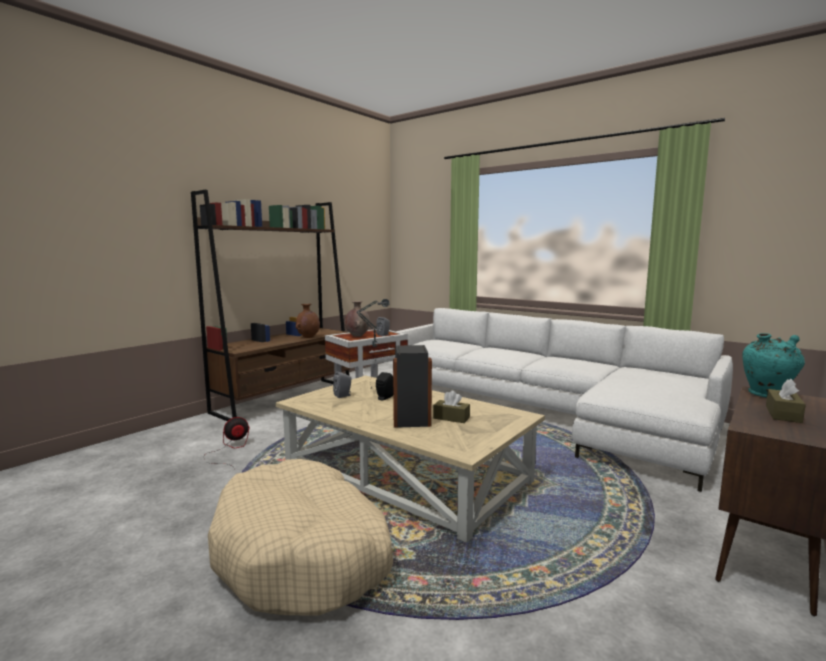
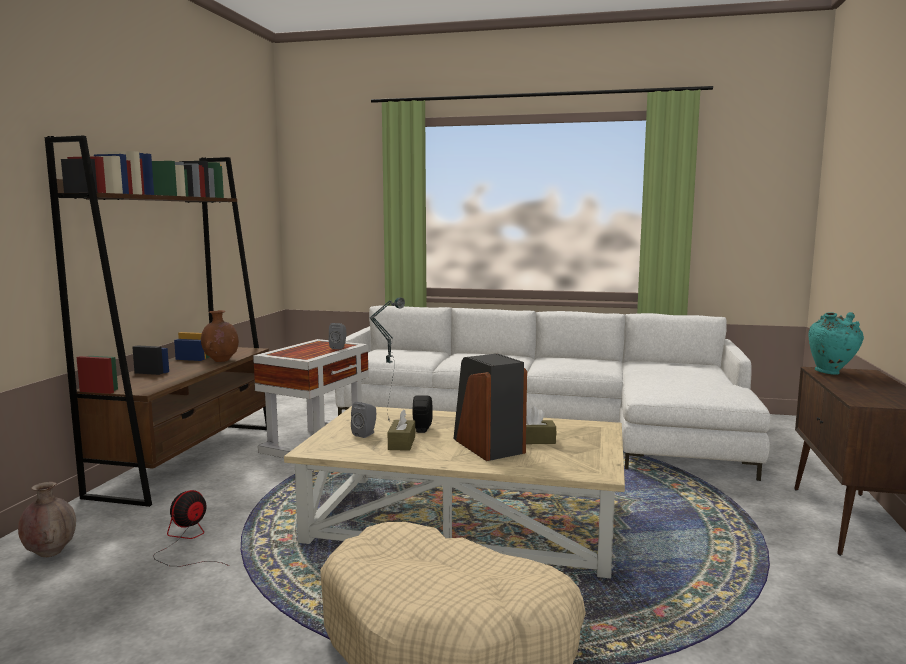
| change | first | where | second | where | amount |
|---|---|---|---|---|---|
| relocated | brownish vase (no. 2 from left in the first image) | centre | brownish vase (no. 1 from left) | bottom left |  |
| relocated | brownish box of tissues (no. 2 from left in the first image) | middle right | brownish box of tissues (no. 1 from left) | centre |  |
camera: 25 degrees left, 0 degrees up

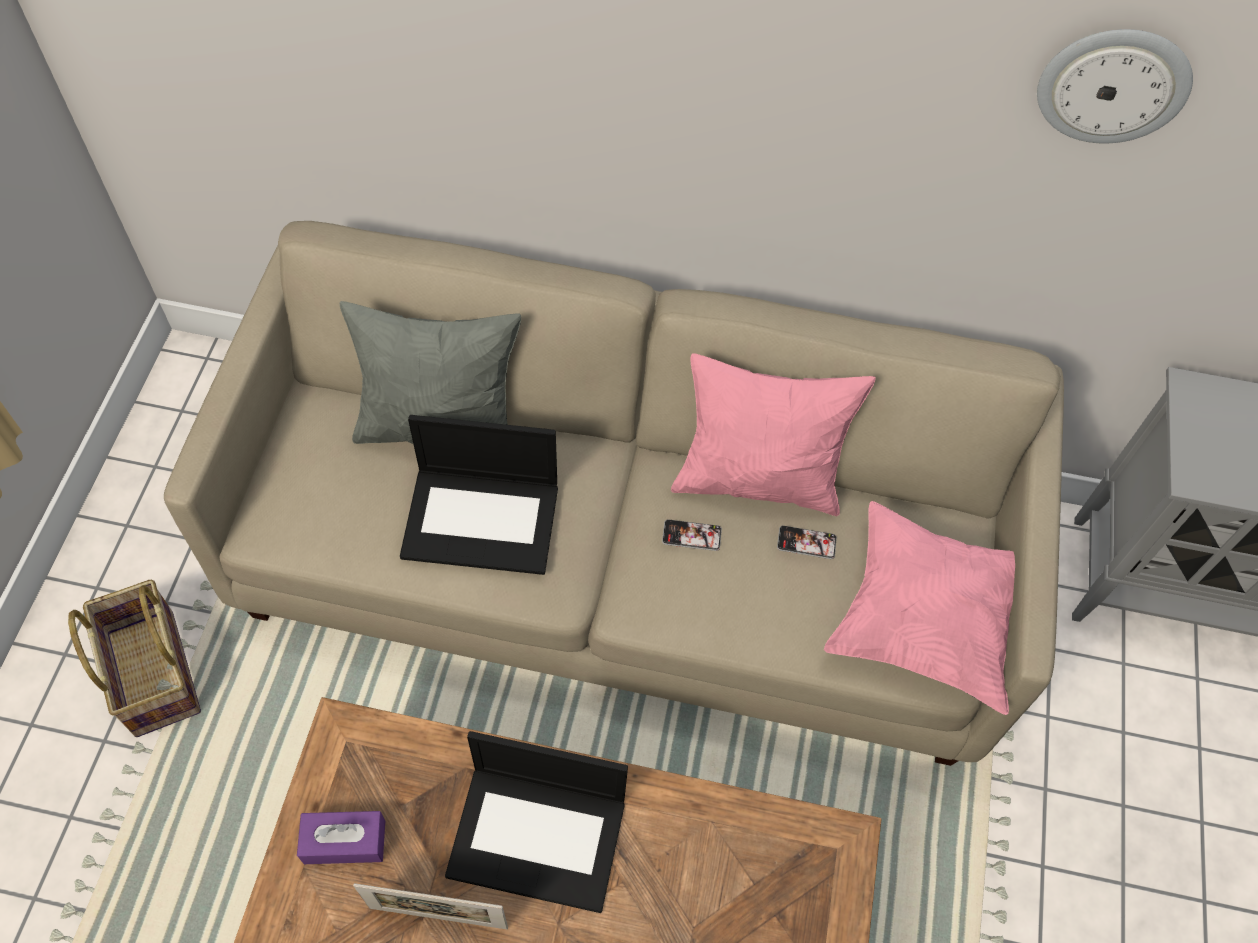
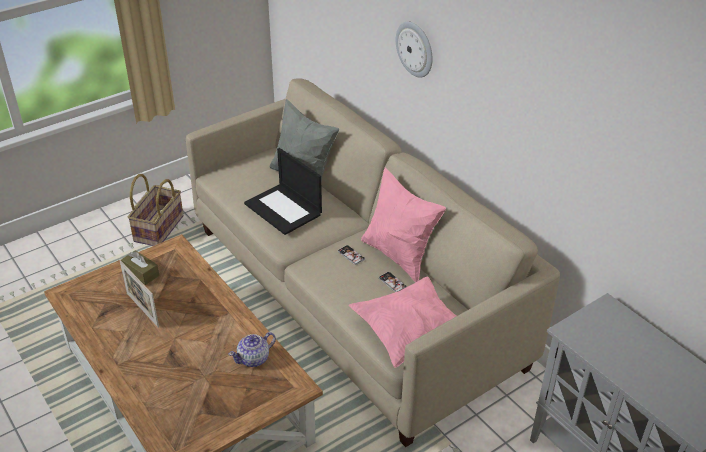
| change | first | where | second | where | amount |
|---|---|---|---|---|---|
| missing | portable computer (no. 2 from left) | bottom centre |  |  |  |
| appeared |  |  | tea pot | bottom centre |  |
| relocated | wall clock | top right |  | top centre |  |
| colour | purplish box of tissues | bottom left | brownish box of tissues | middle left |  |
camera: 45 degrees right, 20 degrees down

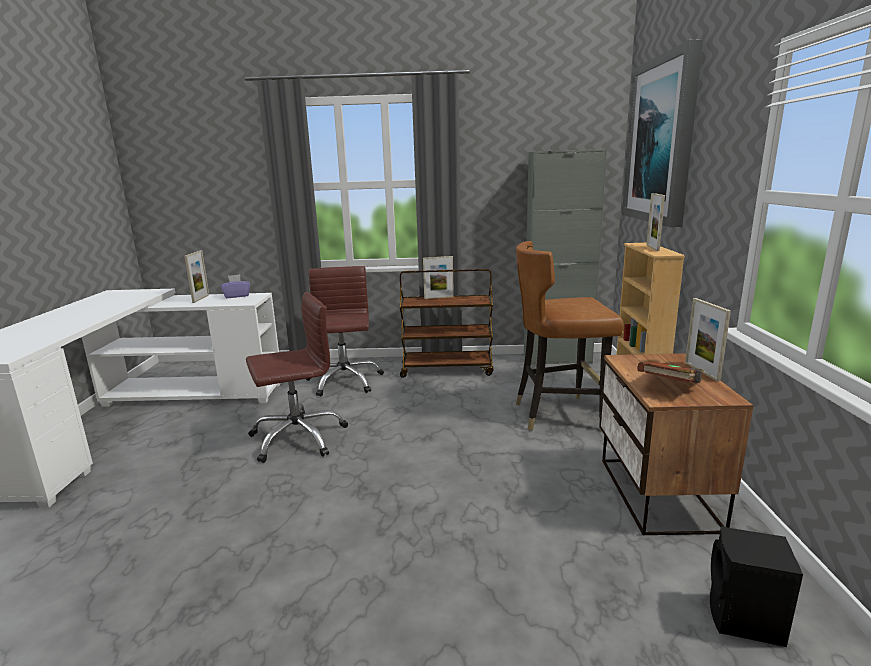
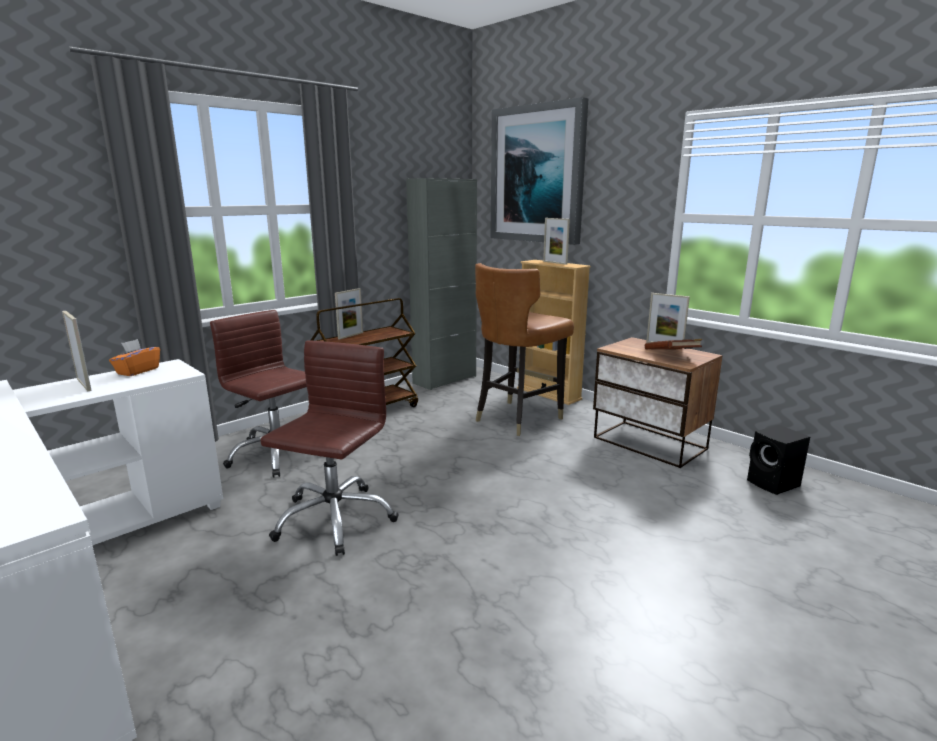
| change | first | where | second | where | amount |
|---|---|---|---|---|---|
| colour | purplish box of tissues | middle left | orange box of tissues | middle left |  |
camera: 45 degrees left, 0 degrees up

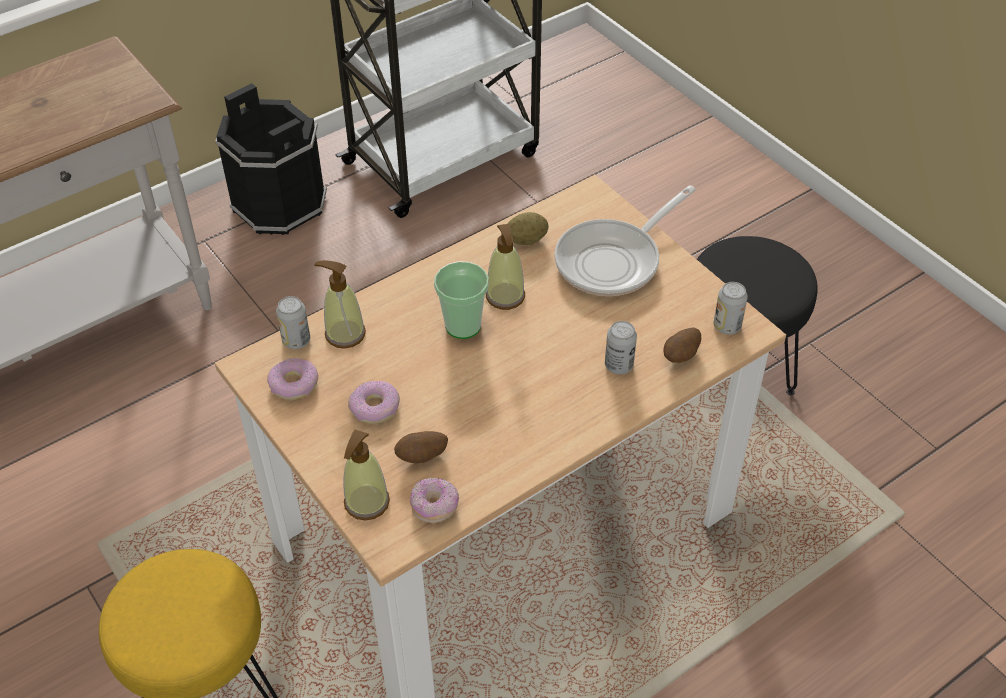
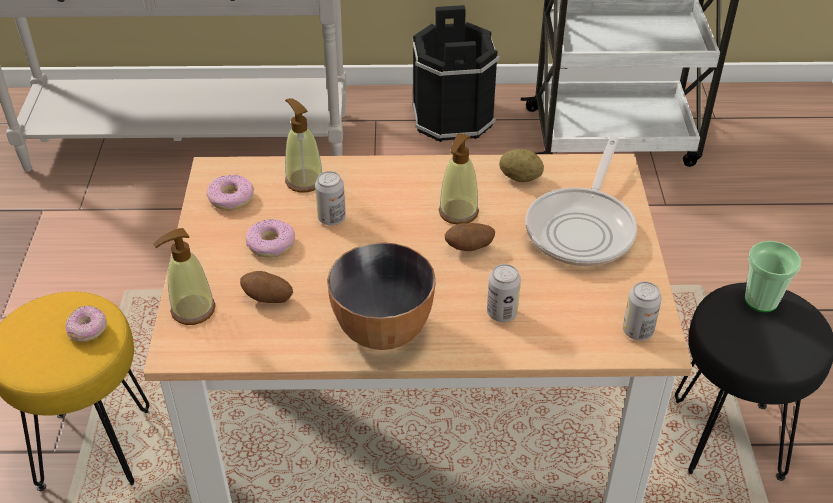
| change | first | where | second | where | amount |
|---|---|---|---|---|---|
| appeared |  |  | bowl | centre |  |
| relocated | metal can (no. 1 from left) | middle left |  | centre |  |
| relocated | ring doughnut (no. 3 from left in the first image) | bottom centre | ring doughnut (no. 1 from left) | middle left |  |
| relocated | small cup | centre |  | middle right |  |
| relocated | spud (no. 3 from left in the first image) | middle right | spud (no. 2 from left) | centre |  |
| spun | skillet | centre |  | middle right | 60 degrees counterclockwise |
camera: 35 degrees right, 5 degrees down

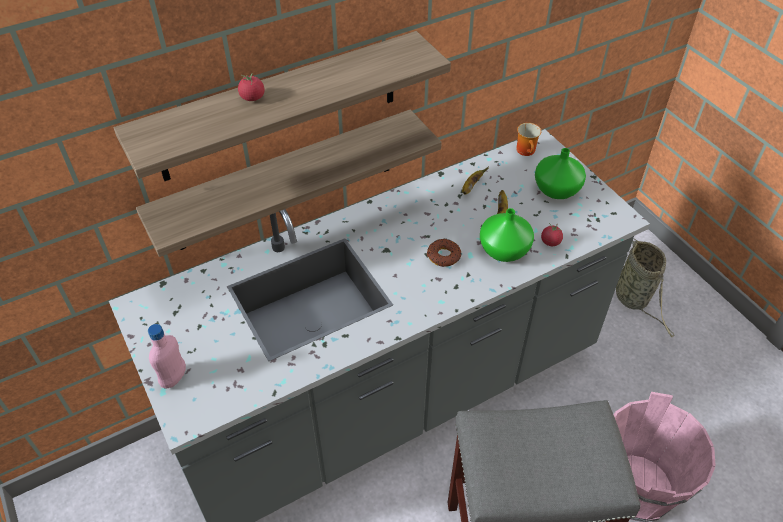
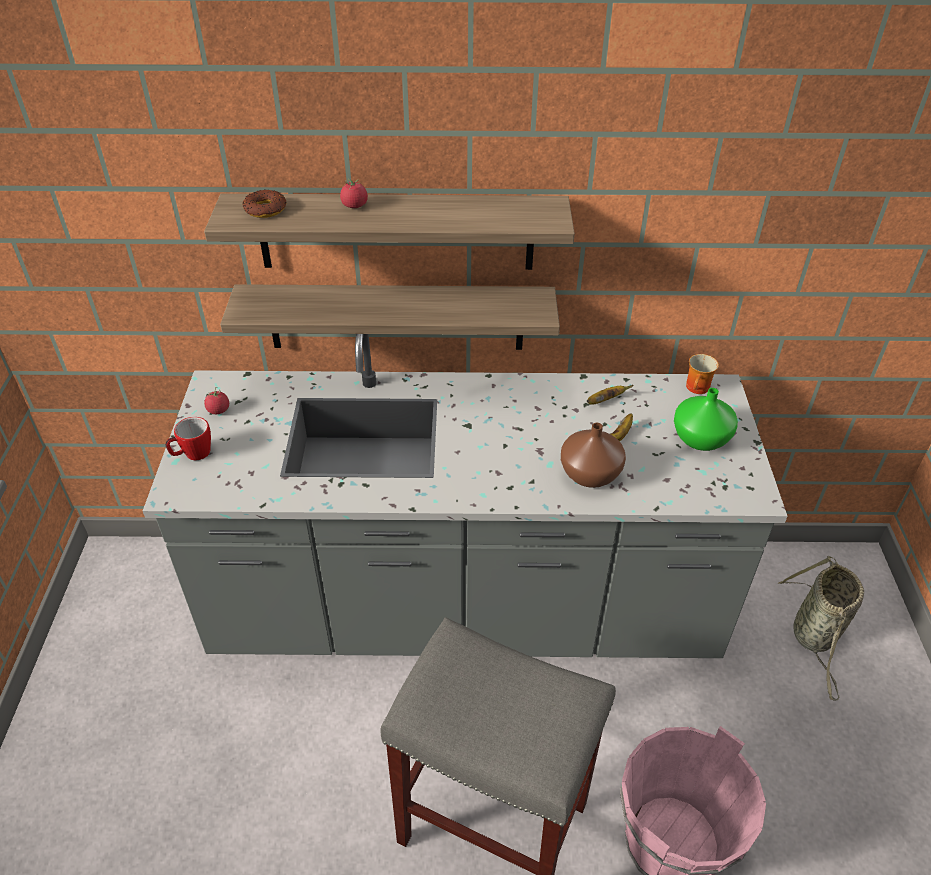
| change | first | where | second | where | amount |
|---|---|---|---|---|---|
| relocated | ring doughnut | centre |  | top left |  |
| relocated | whole tomato (no. 2 from left in the first image) | middle right | whole tomato (no. 1 from left) | middle left |  |
| exchanged | pinkish bottle | bottom left | mug (no. 1 from left) | middle left |  |
| colour | green vase (no. 1 from left) | centre | brownish vase | centre |  |
camera: 30 degrees right, 5 degrees down

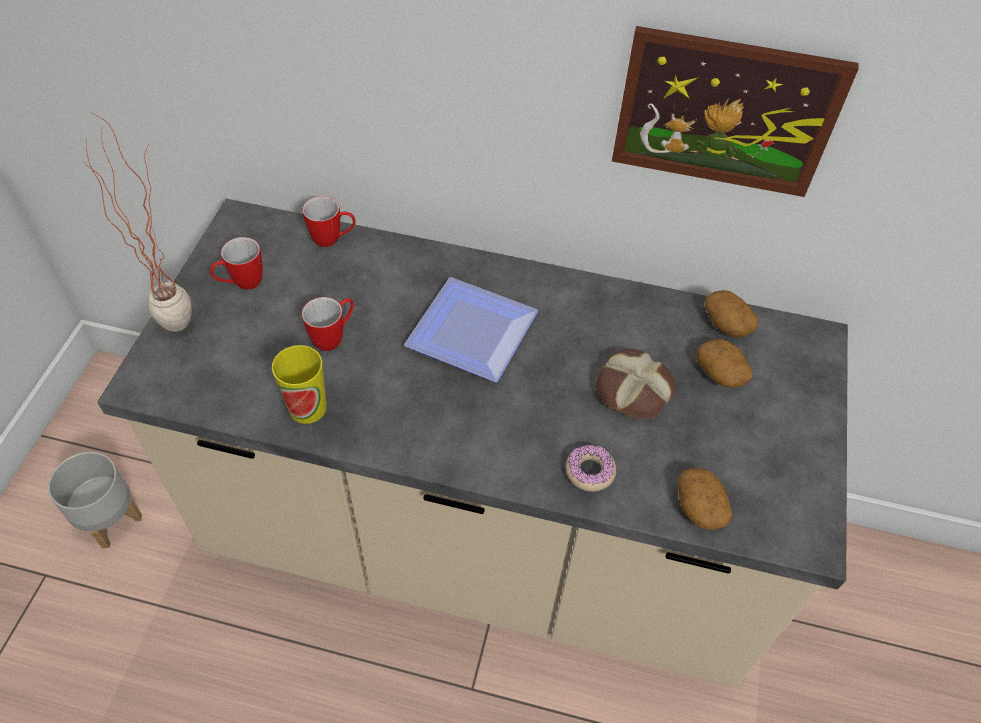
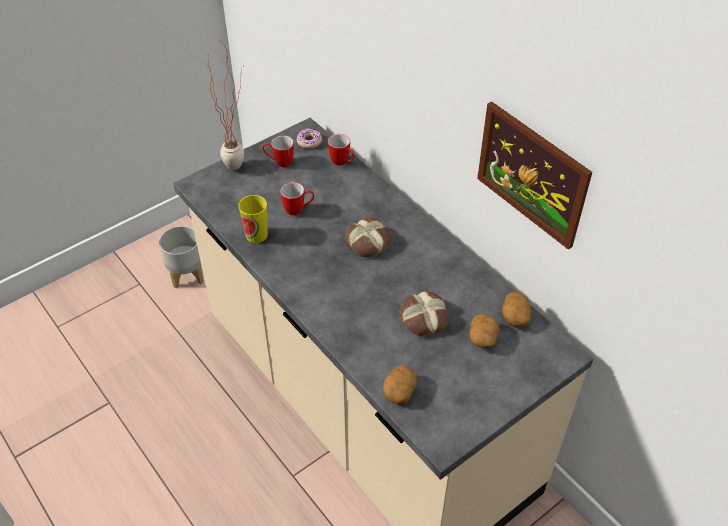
| change | first | where | second | where | amount |
|---|---|---|---|---|---|
| relocated | ring doughnut | centre |  | top centre |  |
| exchanged | flat dish | centre | baked bread (no. 1 from left) | centre |  |
camera: 40 degrees right, 5 degrees down

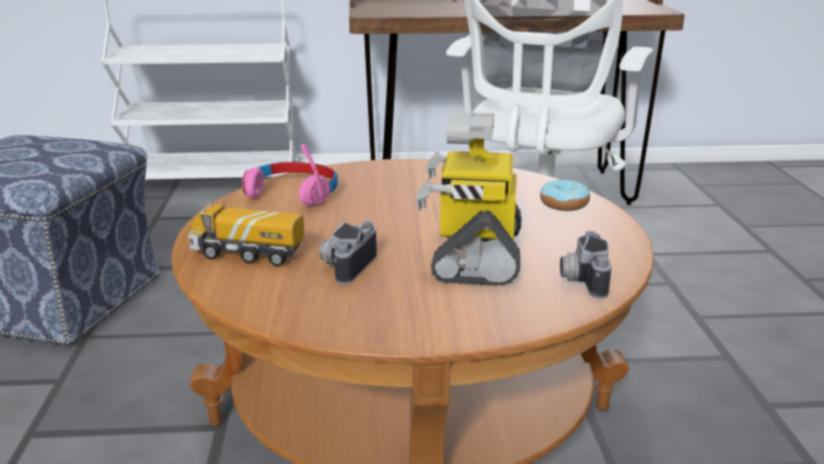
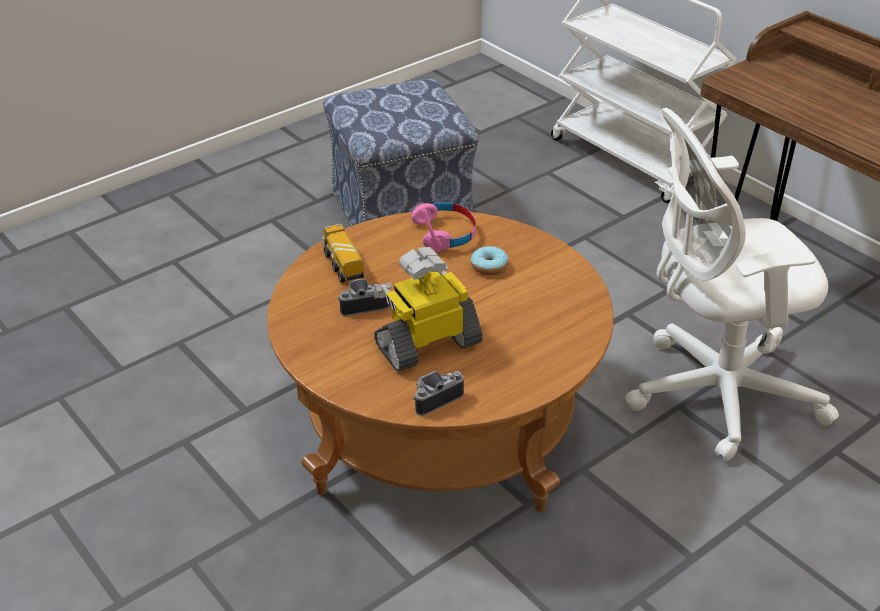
| change | first | where | second | where | amount |
|---|---|---|---|---|---|
| relocated | ring doughnut | middle right |  | centre |  |
camera: 55 degrees right, 15 degrees up

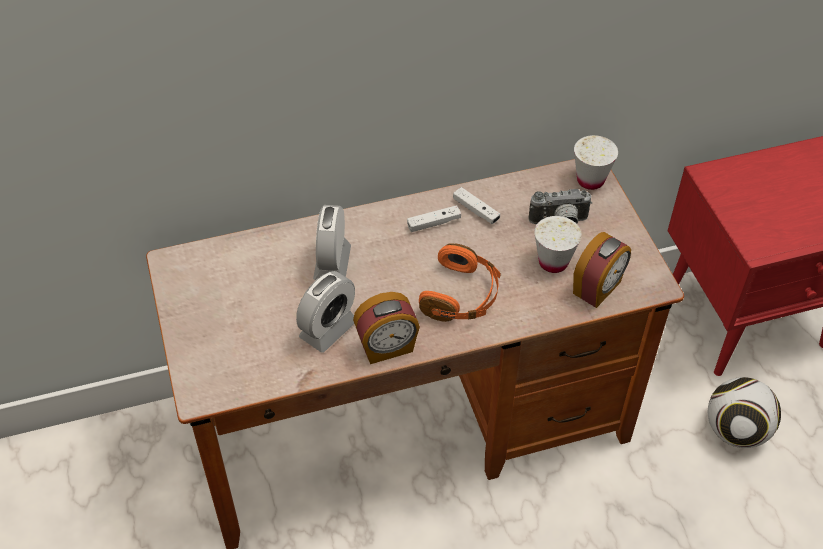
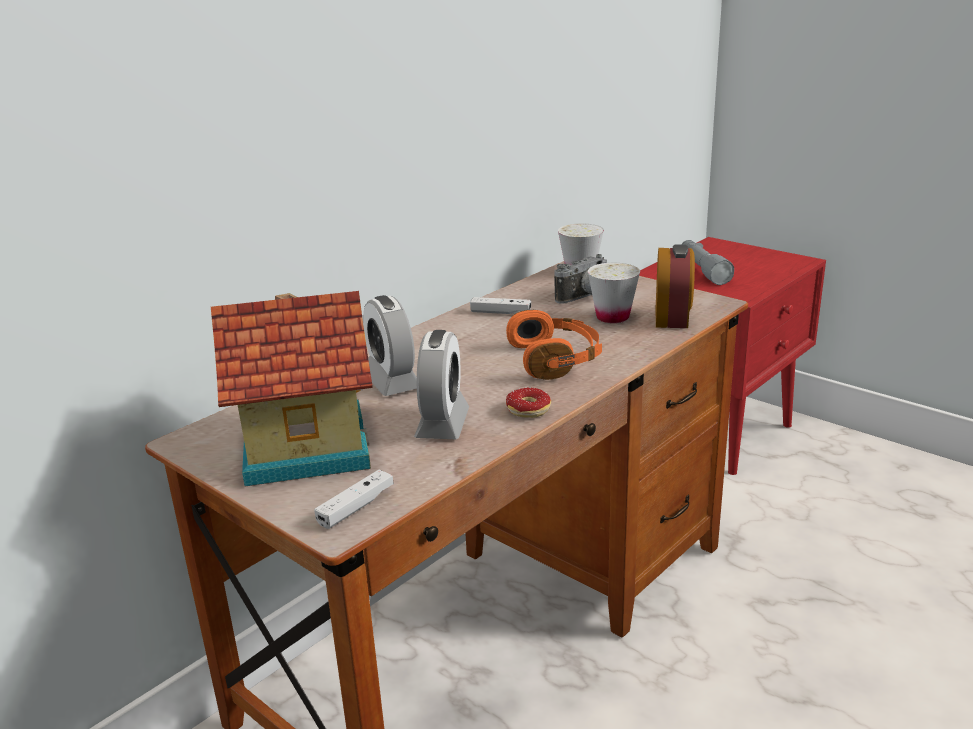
| change | first | where | second | where | amount |
|---|---|---|---|---|---|
| missing | ball for football | bottom right |  |  |  |
| appeared |  |  | miniature house | middle left |  |
| appeared |  |  | gray hand torch | middle right |  |
| relocated | white-coloured gamepad (no. 1 from left) | centre |  | bottom centre |  |
| exchanged | bedside clock (no. 3 from left) | centre | ring doughnut | centre |  |
camera: 30 degrees left, 25 degrees down

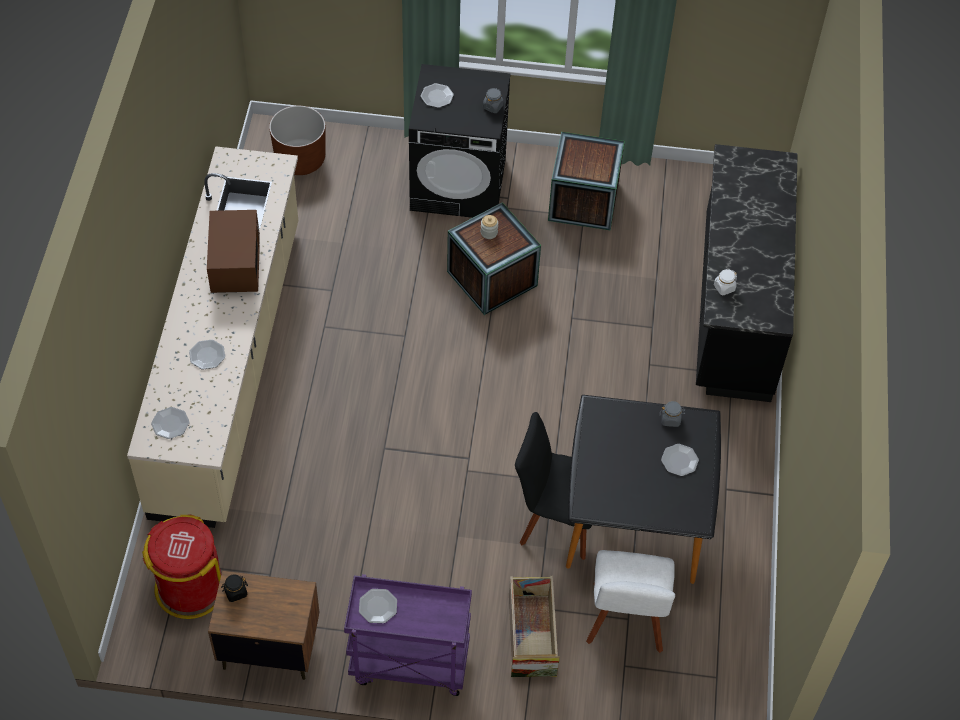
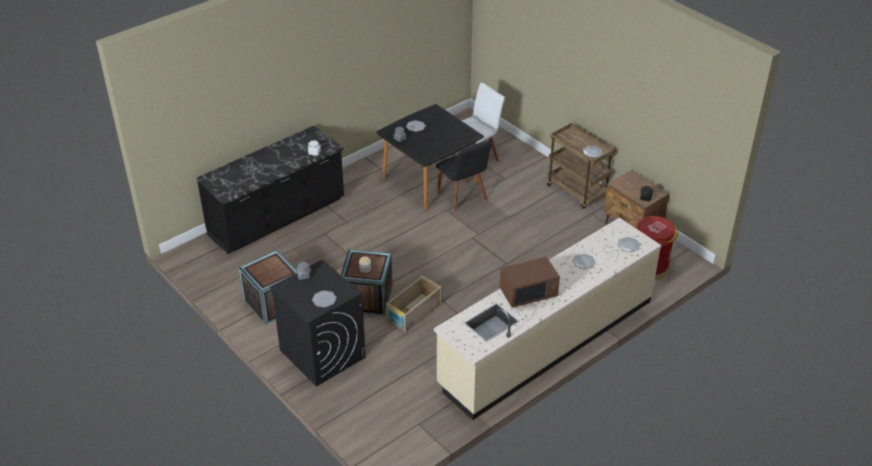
| change | first | where | second | where | amount |
|---|---|---|---|---|---|
| missing | brownish planter | top left |  |  |  |
| relocated | crate (no. 2 from left in the first image) | bottom centre | crate (no. 3 from left) | centre |  |
| colour | purplish wheeled cart | bottom centre | brownish wheeled cart | centre |  |
| spun | brownish microwave oven | middle left |  | centre | 150 degrees counterclockwise |
camera: 135 degrees left, 15 degrees down

